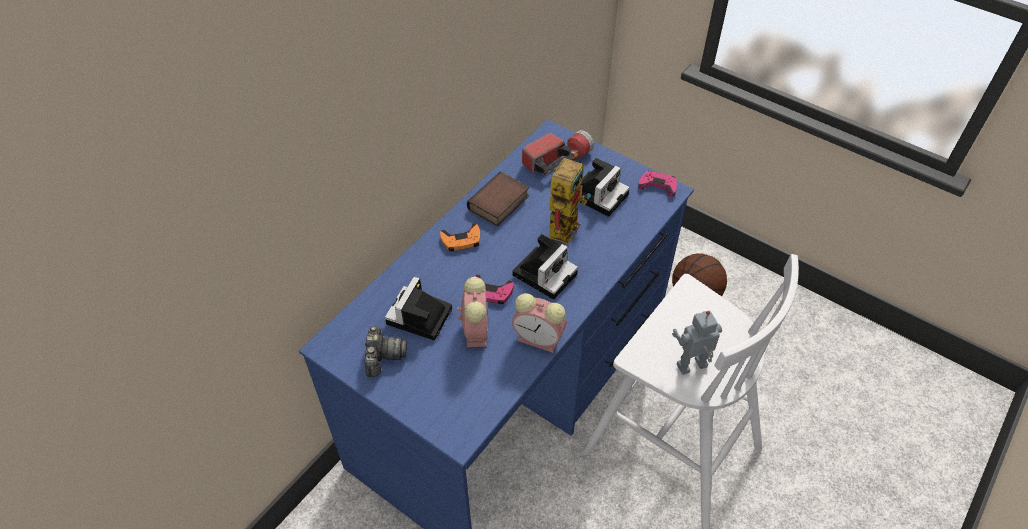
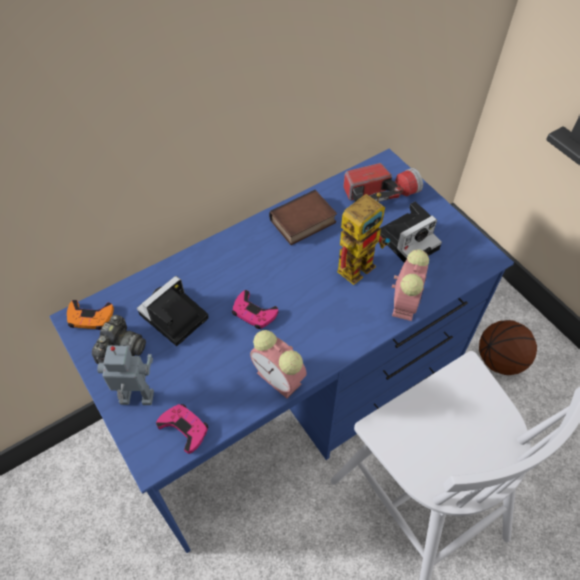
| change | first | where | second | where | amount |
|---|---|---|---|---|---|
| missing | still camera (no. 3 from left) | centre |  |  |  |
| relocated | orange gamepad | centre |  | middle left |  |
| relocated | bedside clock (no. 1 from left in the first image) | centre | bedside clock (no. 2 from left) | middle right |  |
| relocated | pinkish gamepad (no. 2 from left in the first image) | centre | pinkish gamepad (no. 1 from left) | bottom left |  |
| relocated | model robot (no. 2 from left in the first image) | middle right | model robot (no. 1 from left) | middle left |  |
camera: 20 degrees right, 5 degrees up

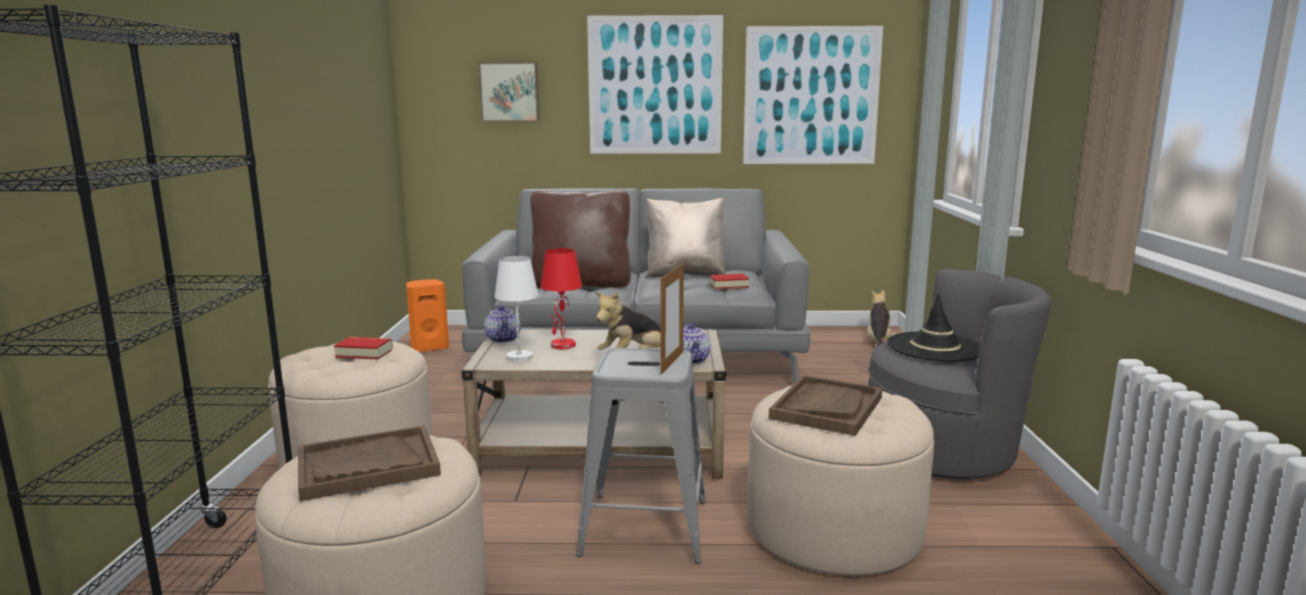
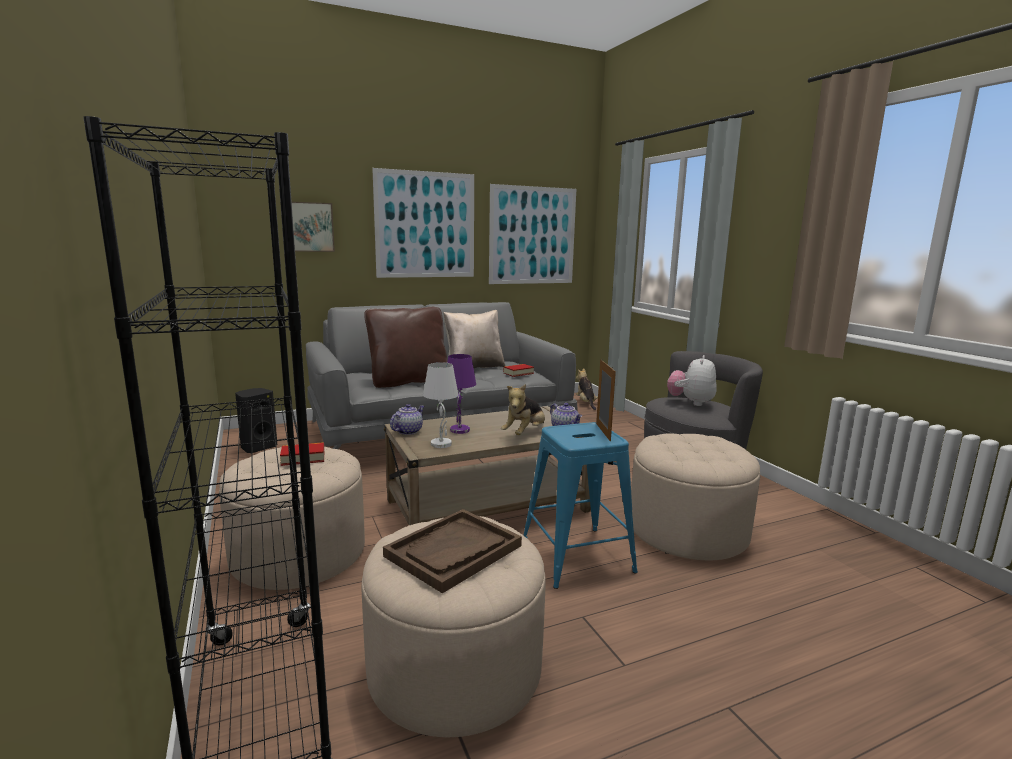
| change | first | where | second | where | amount |
|---|---|---|---|---|---|
| missing | brownish tray (no. 2 from left) | bottom centre |  |  |  |
| exchanged | blackish hat | middle right | soft toy (no. 3 from left) | middle right |  |
| colour | orange speaker | middle left | blackish speaker | middle left |  |
| colour | reddish lamp for a table | centre | purplish lamp for a table | centre |  |
| colour | gray stool | bottom centre | bluish stool | centre |  |
| spun | tea pot (no. 1 from left) | centre |  | centre | 105 degrees counterclockwise |
camera: 25 degrees left, 0 degrees up

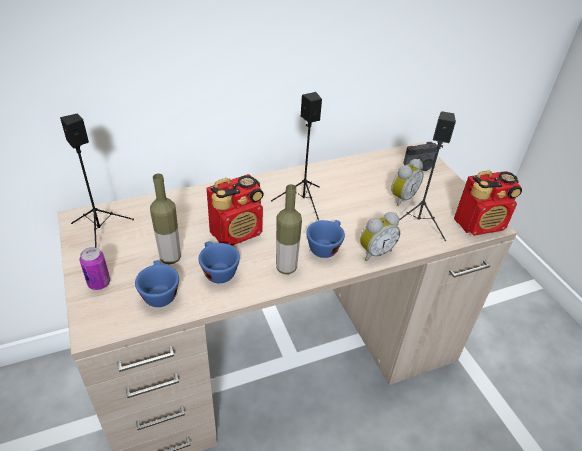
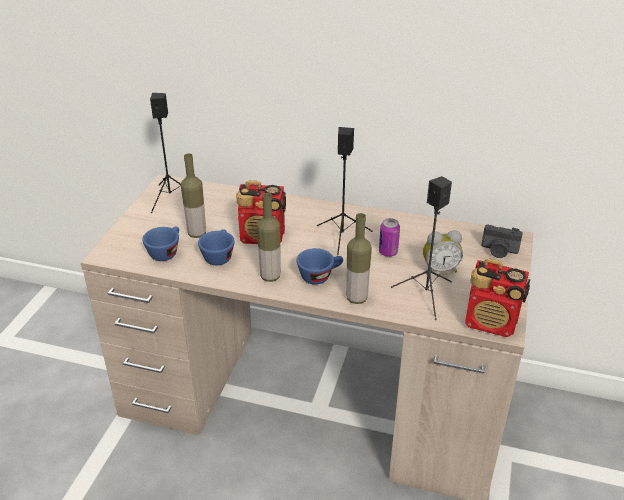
| change | first | where | second | where | amount |
|---|---|---|---|---|---|
| relocated | metal can | middle left |  | centre |  |
| exchanged | bedside clock (no. 1 from left) | centre | bottle (no. 3 from left) | centre |  |
camera: 40 degrees right, 5 degrees down

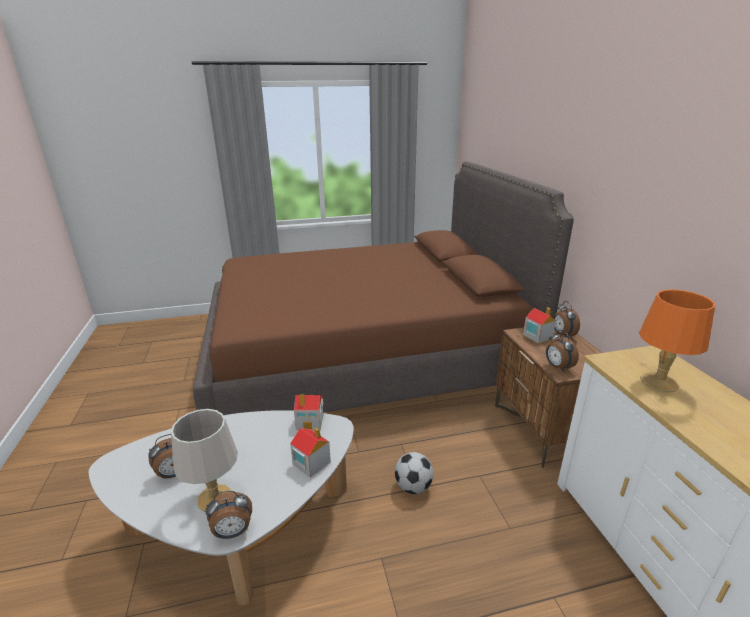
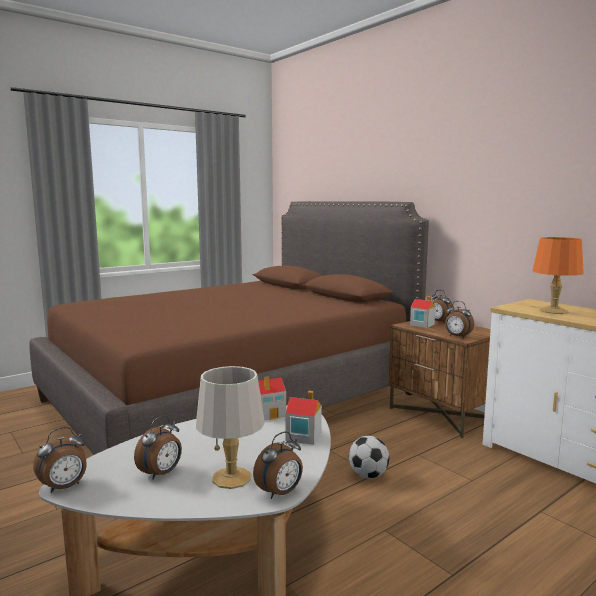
| change | first | where | second | where | amount |
|---|---|---|---|---|---|
| appeared |  |  | bedside clock (no. 1 from left) | bottom left |  |
camera: 25 degrees left, 15 degrees down

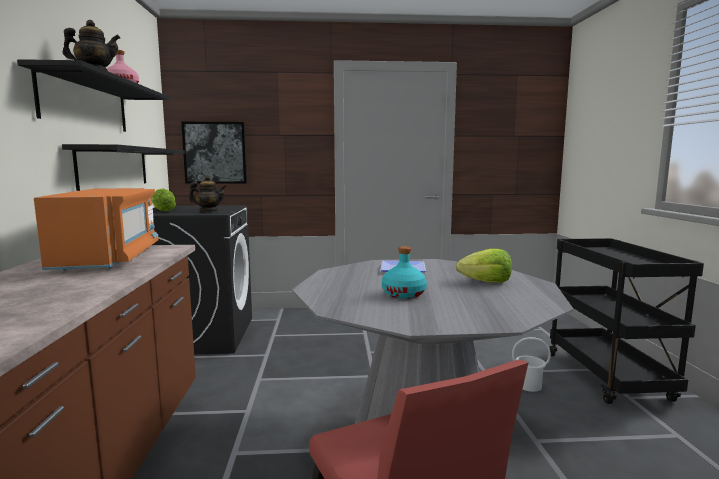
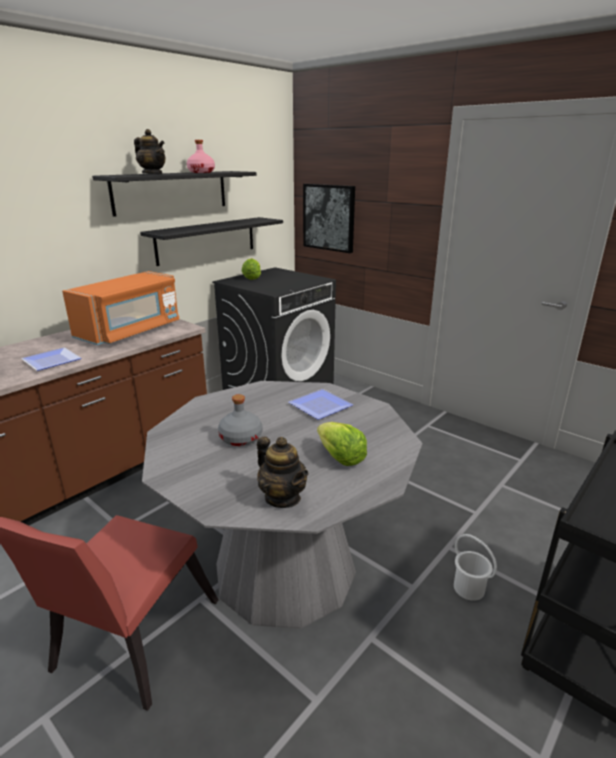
| change | first | where | second | where | amount |
|---|---|---|---|---|---|
| appeared |  |  | flat dish (no. 1 from left) | middle left |  |
| relocated | tea pot (no. 2 from left) | middle left |  | centre |  |
| colour | turquoise bottle | centre | gray bottle | centre |  |
camera: 45 degrees right, 15 degrees up

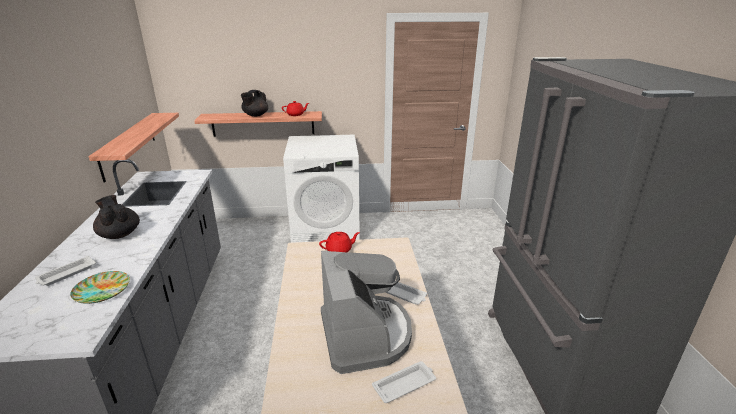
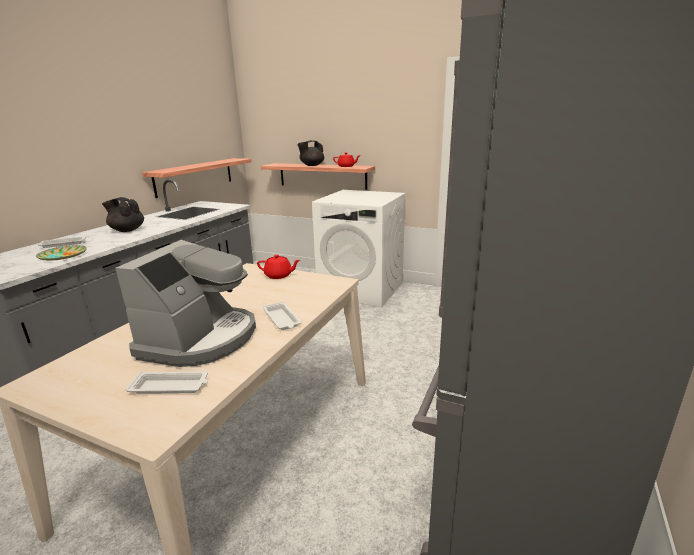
| change | first | where | second | where | amount |
|---|---|---|---|---|---|
| spun | blackish tea pot (no. 1 from left) | middle left |  | middle left | 60 degrees counterclockwise |
camera: 30 degrees right, 5 degrees down

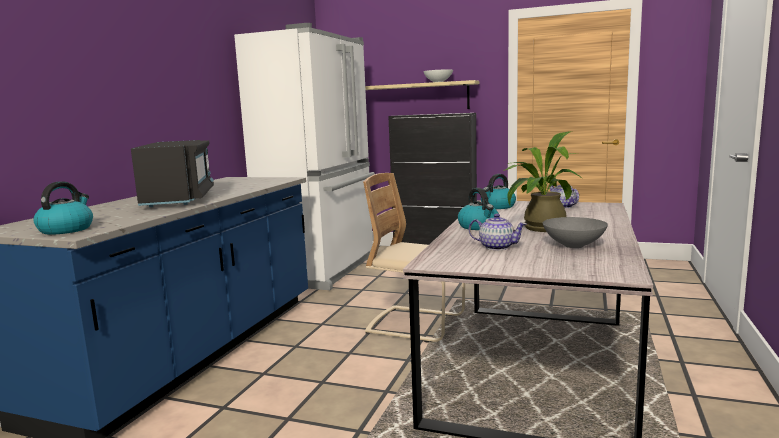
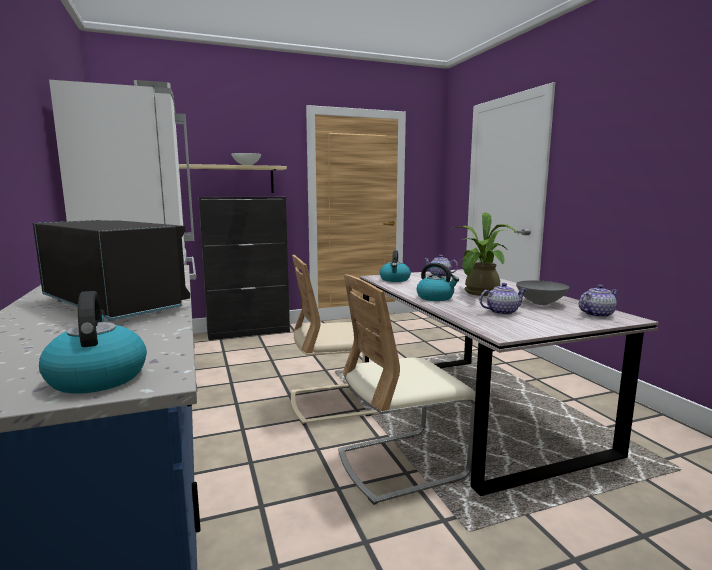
| change | first | where | second | where | amount |
|---|---|---|---|---|---|
| appeared |  |  | sand-coloured chair (no. 2 from left) | bottom centre |  |
| appeared |  |  | tea pot (no. 3 from left) | middle right |  |
camera: 40 degrees left, 0 degrees up

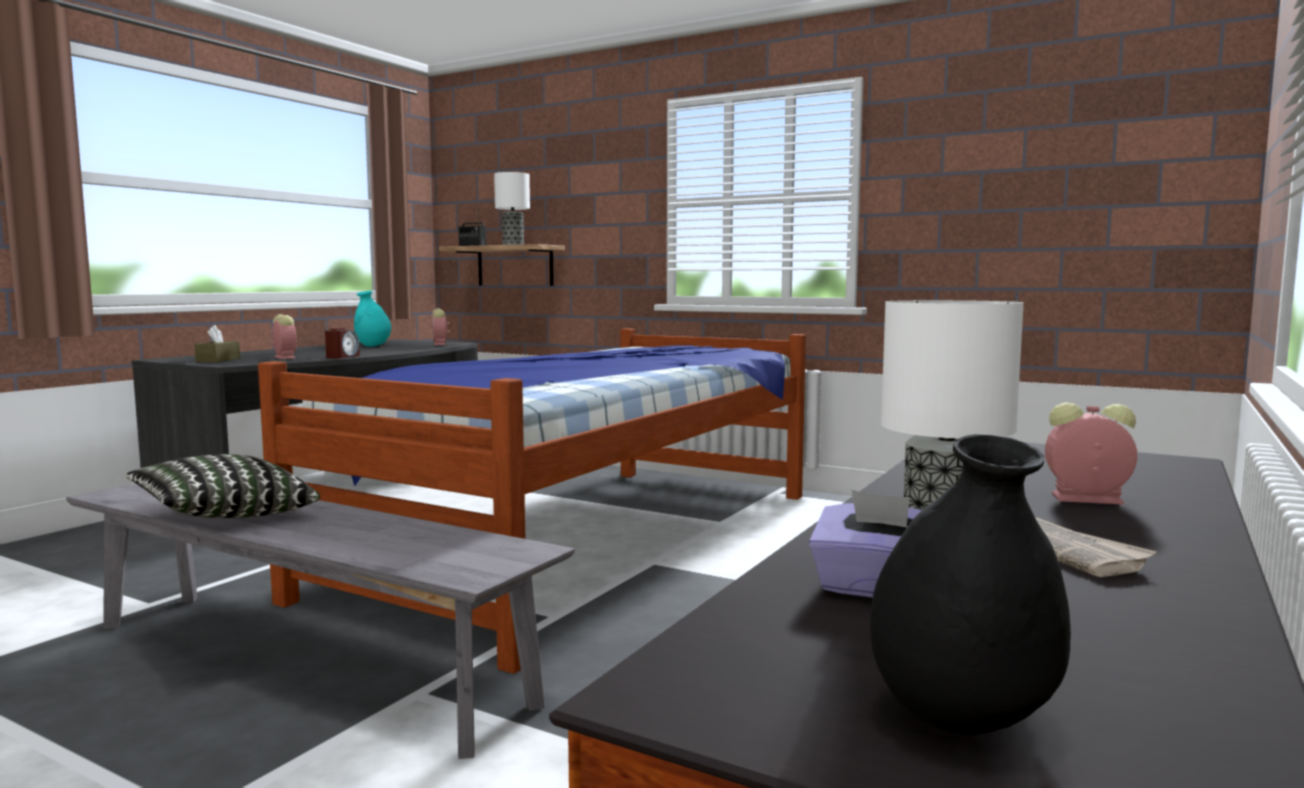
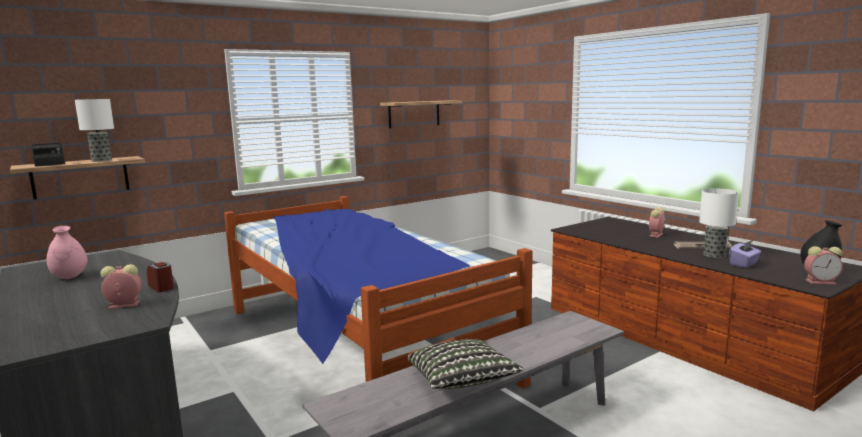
| change | first | where | second | where | amount |
|---|---|---|---|---|---|
| missing | brownish box of tissues | middle left |  |  |  |
| appeared |  |  | bracket shelf (no. 2 from left) | top centre |  |
| relocated | bedside clock (no. 3 from left in the first image) | centre | bedside clock (no. 4 from left) | middle right |  |
| colour | turquoise vase | middle left | pinkish vase | middle left |  |
camera: 65 degrees left, 5 degrees up

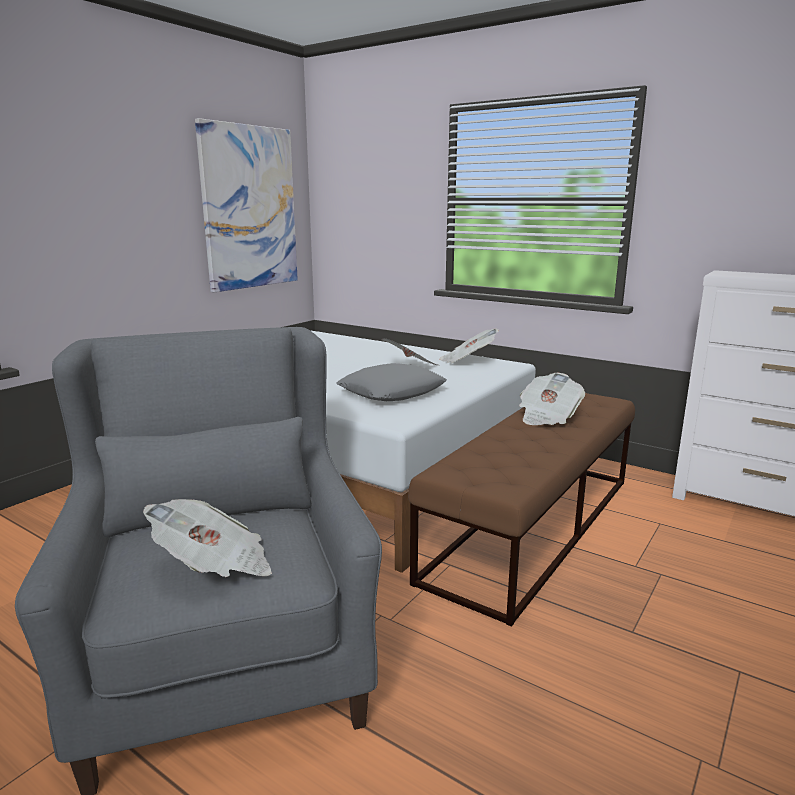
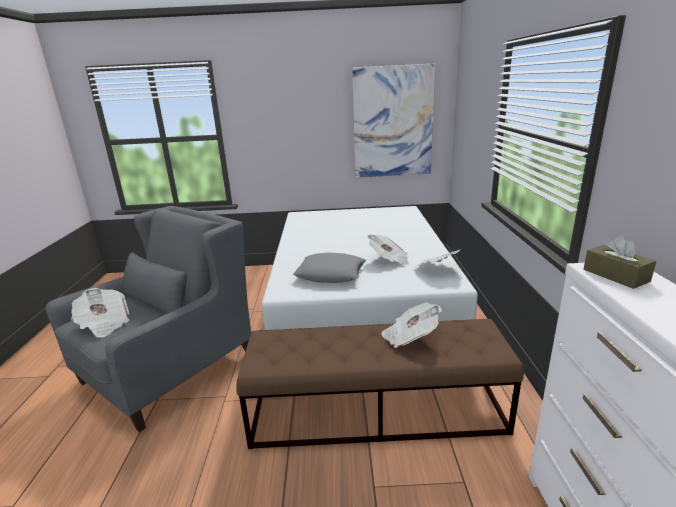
| change | first | where | second | where | amount |
|---|---|---|---|---|---|
| appeared |  |  | brownish box of tissues | middle right |  |
camera: 55 degrees right, 5 degrees up

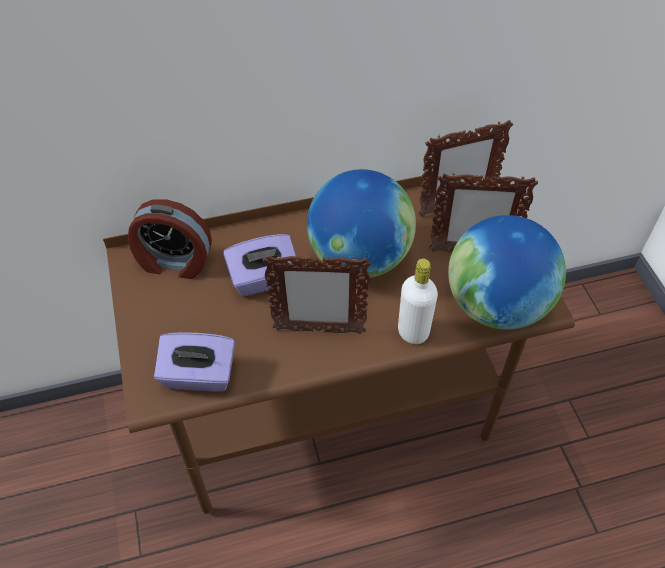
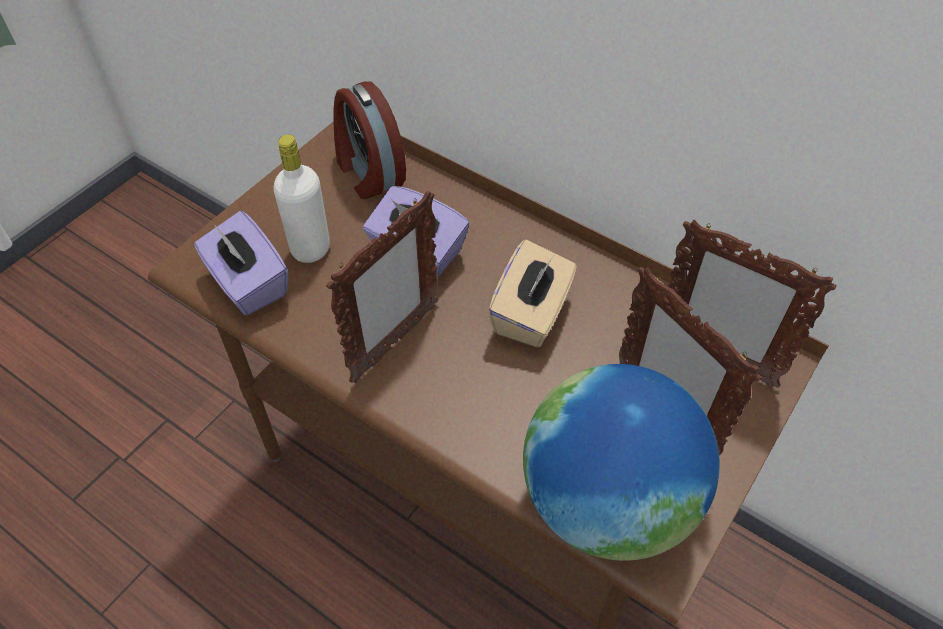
| change | first | where | second | where | amount |
|---|---|---|---|---|---|
| relocated | white-coloured bottle | centre |  | top left |  |
| exchanged | globe (no. 1 from left) | centre | sand-coloured box of tissues | centre |  |
| spun | standing frame (no. 1 from left) | centre |  | centre | 105 degrees counterclockwise |
camera: 50 degrees right, 0 degrees up

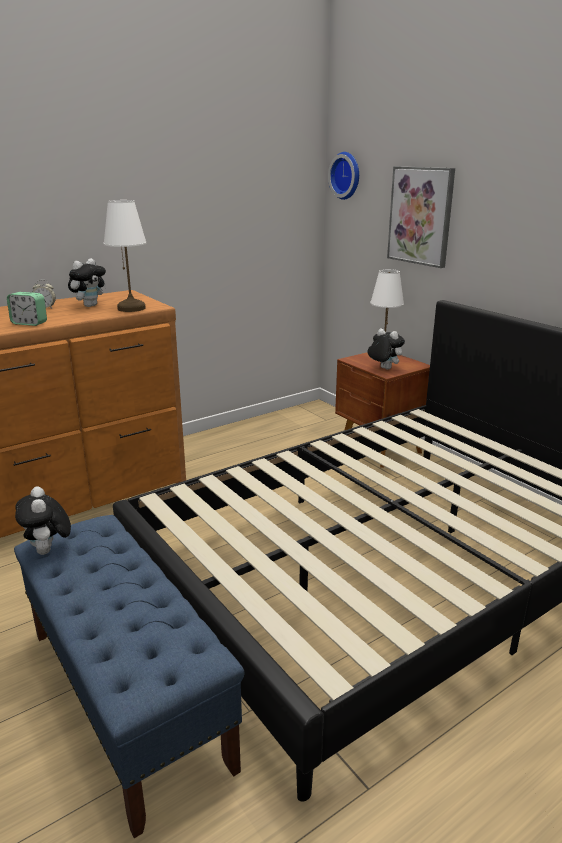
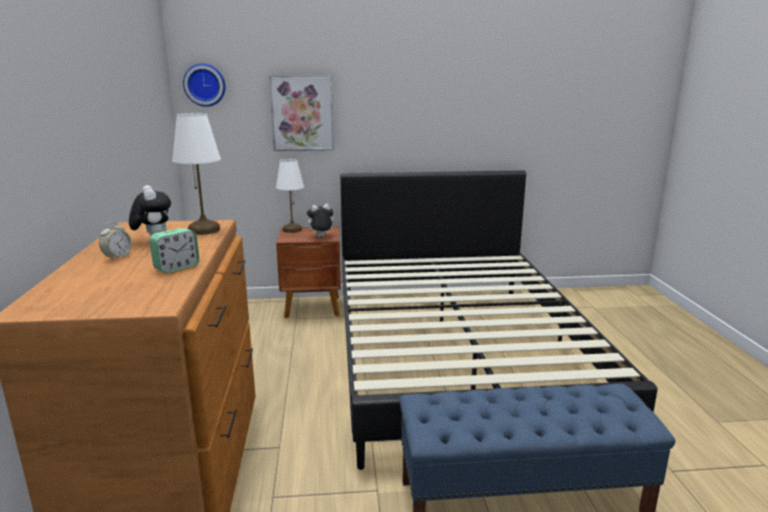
| change | first | where | second | where | amount |
|---|---|---|---|---|---|
| missing | soft toy (no. 1 from left) | middle left |  |  |  |
camera: 60 degrees left, 5 degrees down

